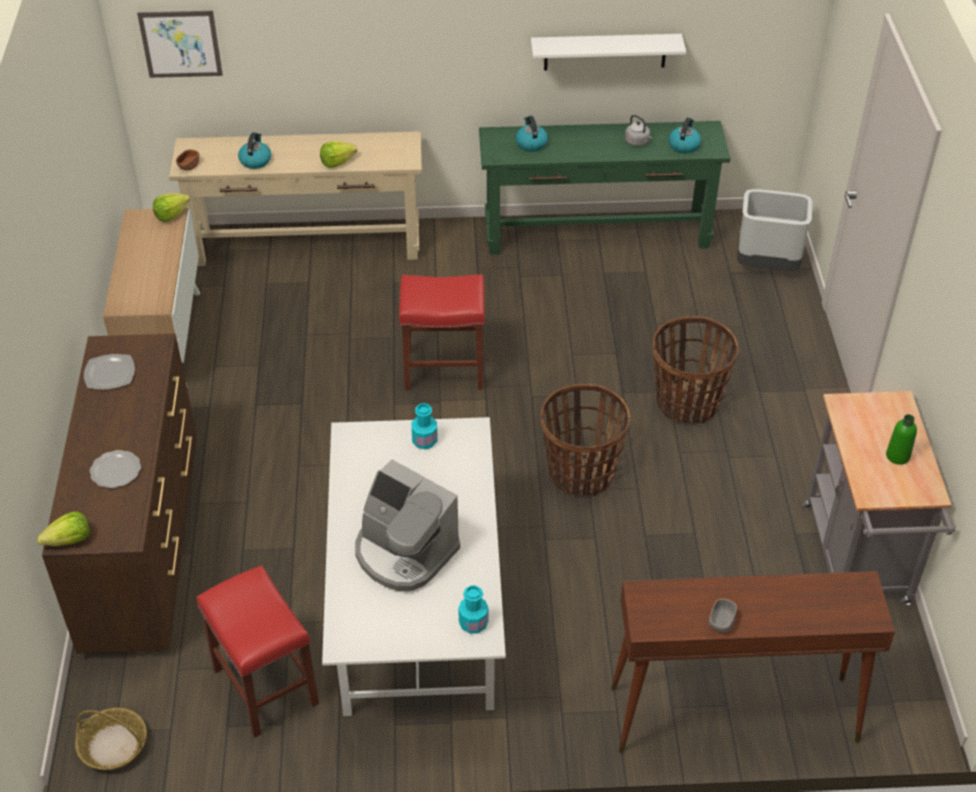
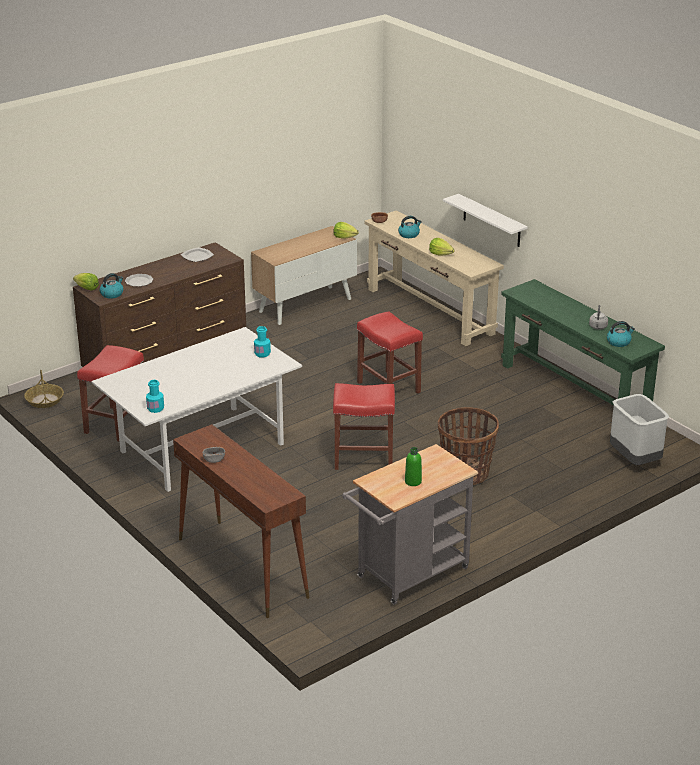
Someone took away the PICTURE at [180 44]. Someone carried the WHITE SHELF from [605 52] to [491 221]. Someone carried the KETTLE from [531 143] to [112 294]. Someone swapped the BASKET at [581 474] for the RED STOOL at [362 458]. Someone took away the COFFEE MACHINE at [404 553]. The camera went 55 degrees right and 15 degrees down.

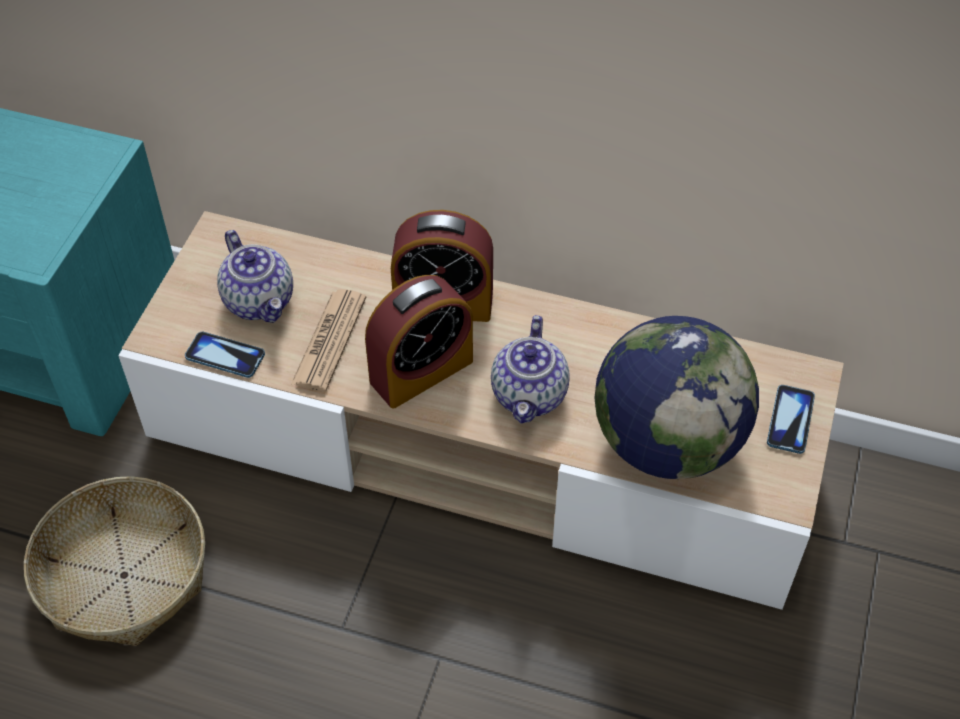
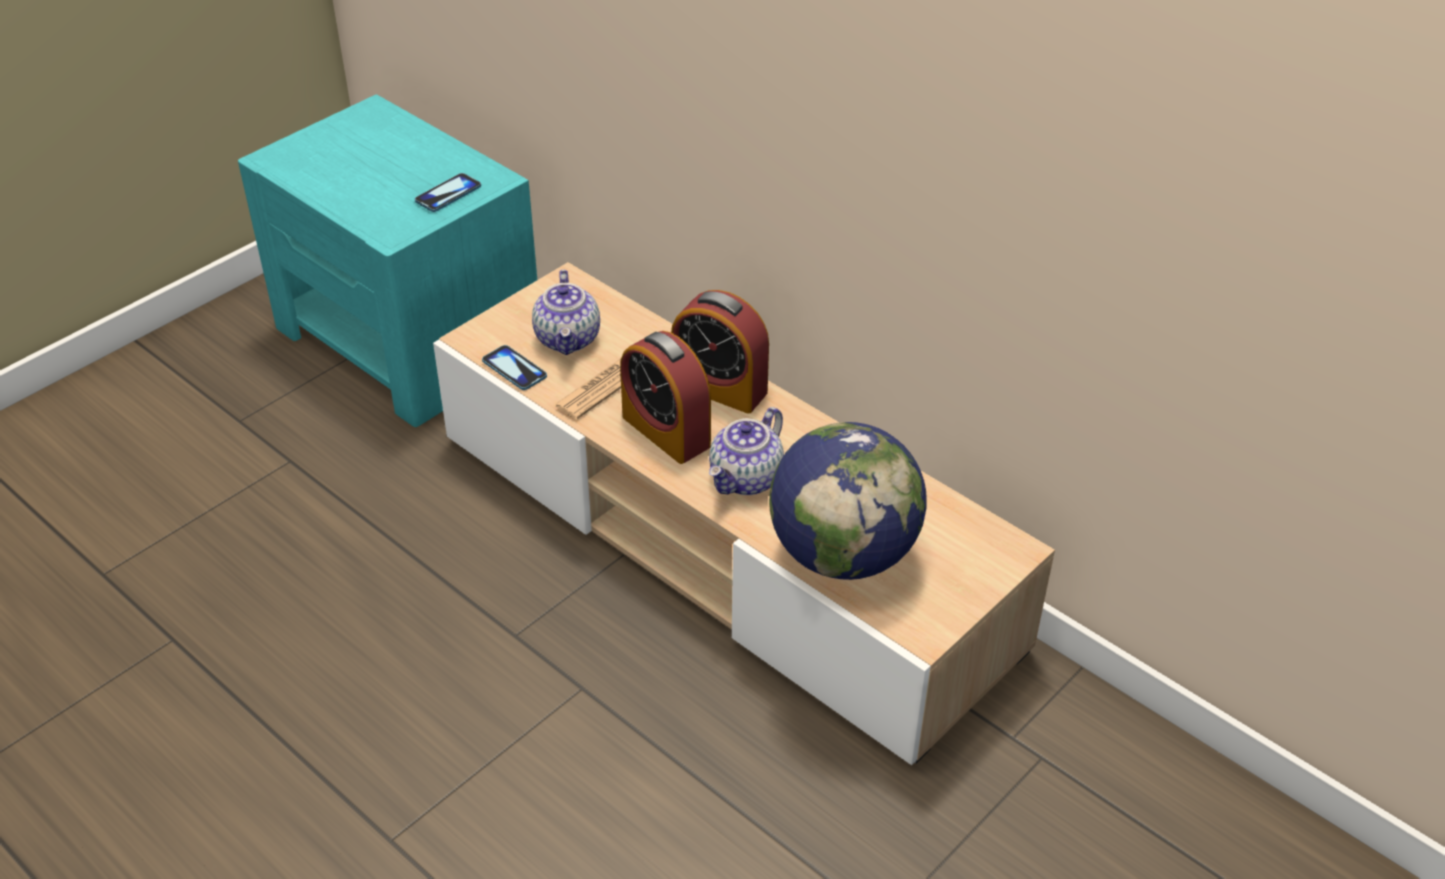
Someone rotated the ALARM CLOCK at [421 371] by 60 degrees clockwise. Someone carried the PHONE from [790 420] to [448 194]. Someone took away the BASKET at [124 574]. The camera went 25 degrees right and 10 degrees down.

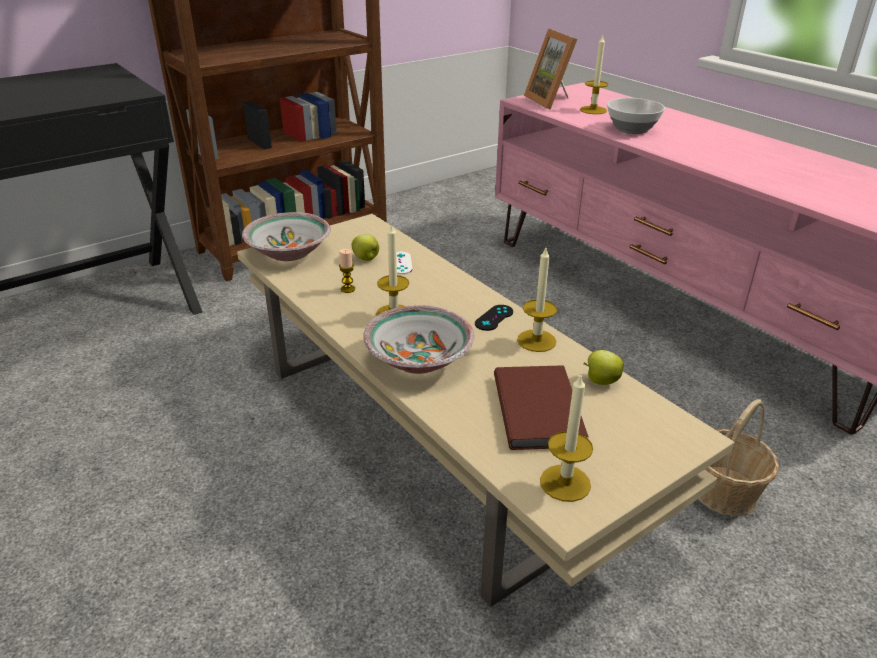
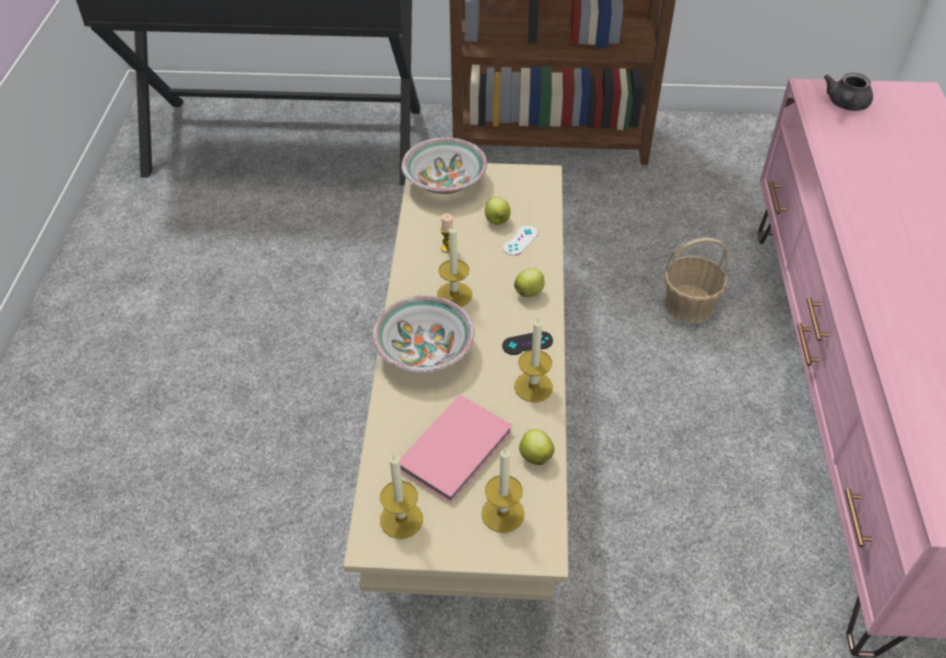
Someone swapped the PICTURE FRAME at [552 101] for the GREY TEAPOT at [845 105]. Someone carried the CANDLE from [593 110] to [503 513]. Someone took away the BOWL at [633 129]. Someone repainted the BROWN BOOK at [540 409], which became the PINK BOOK at [458 450]. Someone carried the BASKET from [725 492] to [689 305]. Someone put down the APPLE at [529 292]. The camera went 40 degrees right and 15 degrees up.

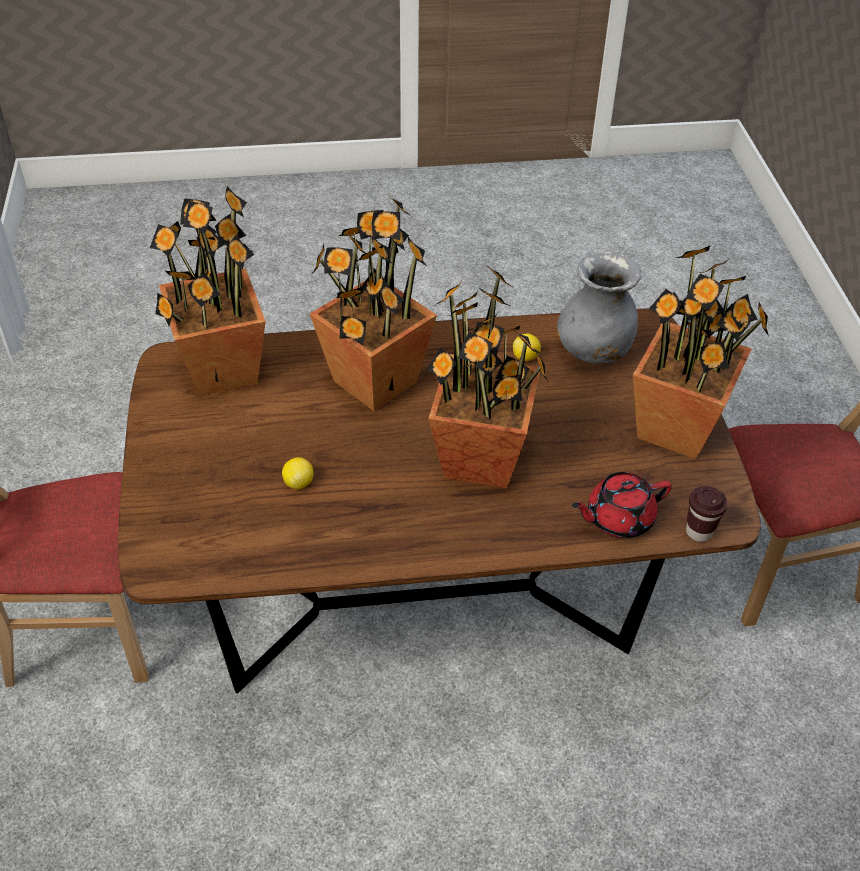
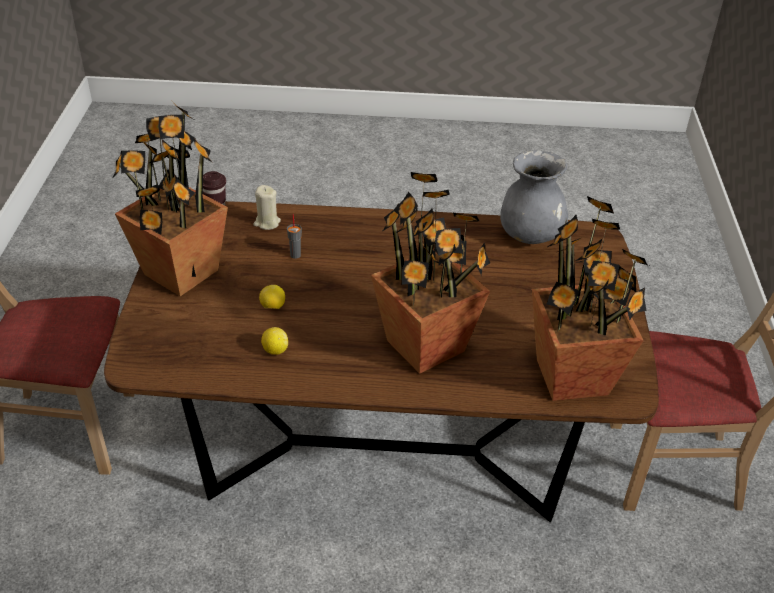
Someone carried the GREY VASE from [594 351] to [530 235]. Someone took away the POTTED PLANT at [481 461]. Someone carried the LEMON from [298 483] to [273 307]. Someone swapped the RED TEAPOT at [618 518] for the BEIGE CANDLE at [267 223]. Someone put down the GREY CUP at [295 255]. The camera went 170 degrees left and 5 degrees down.

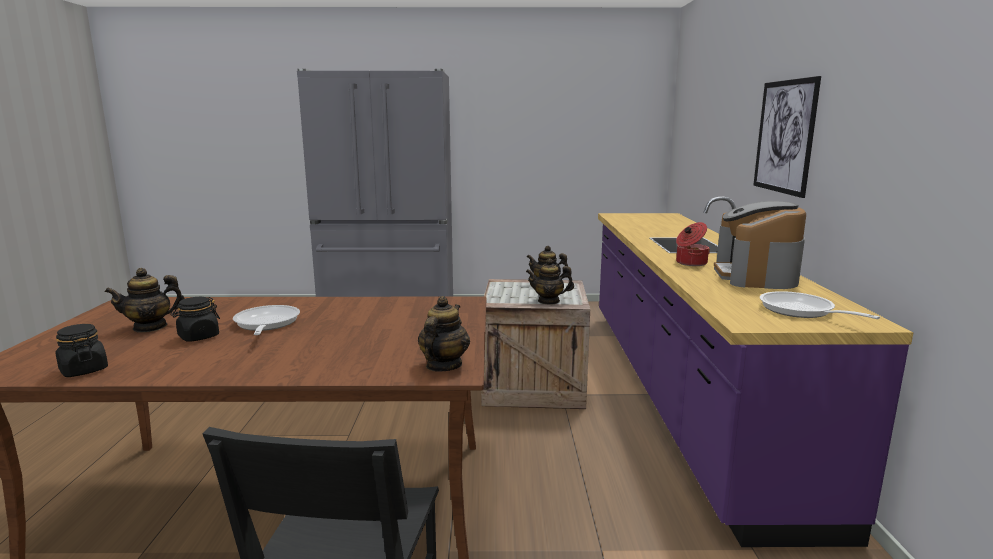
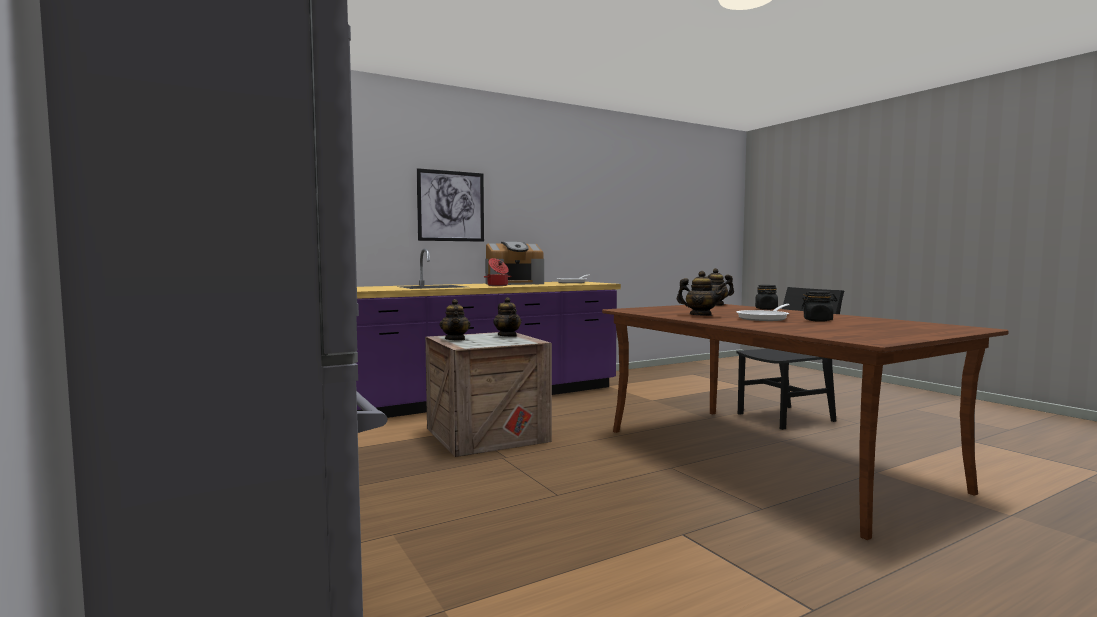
Someone carried the TEAPOT from [150 327] to [700 315]. Someone carried the BLACK JAR from [83 370] to [766 309]. The camera went 120 degrees left and 10 degrees down.

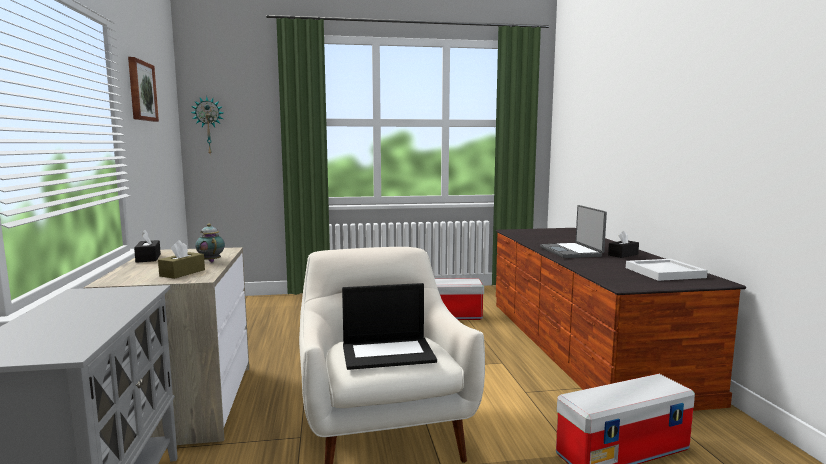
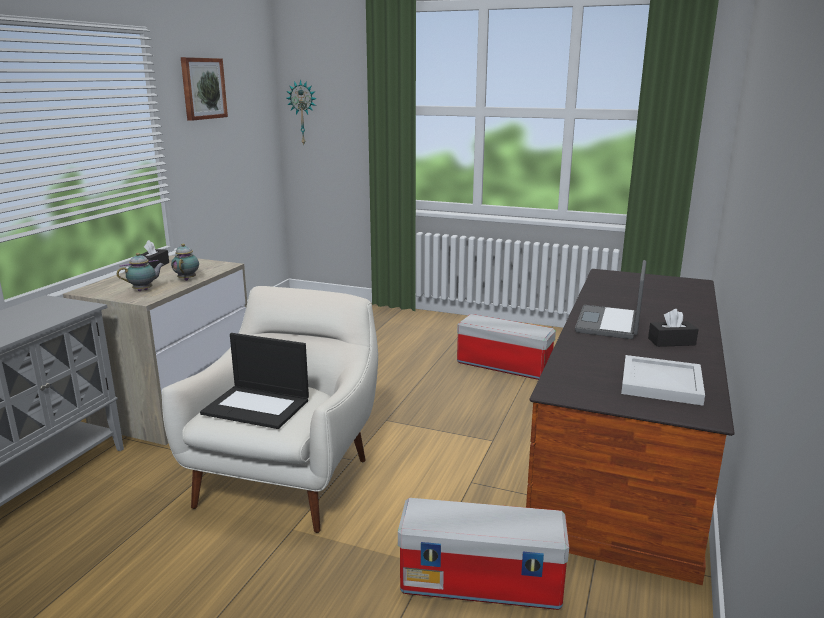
Someone swapped the BROWN TISSUE BOX at [182 273] for the TEAPOT at [144 290]. The camera went 30 degrees right and 10 degrees up.

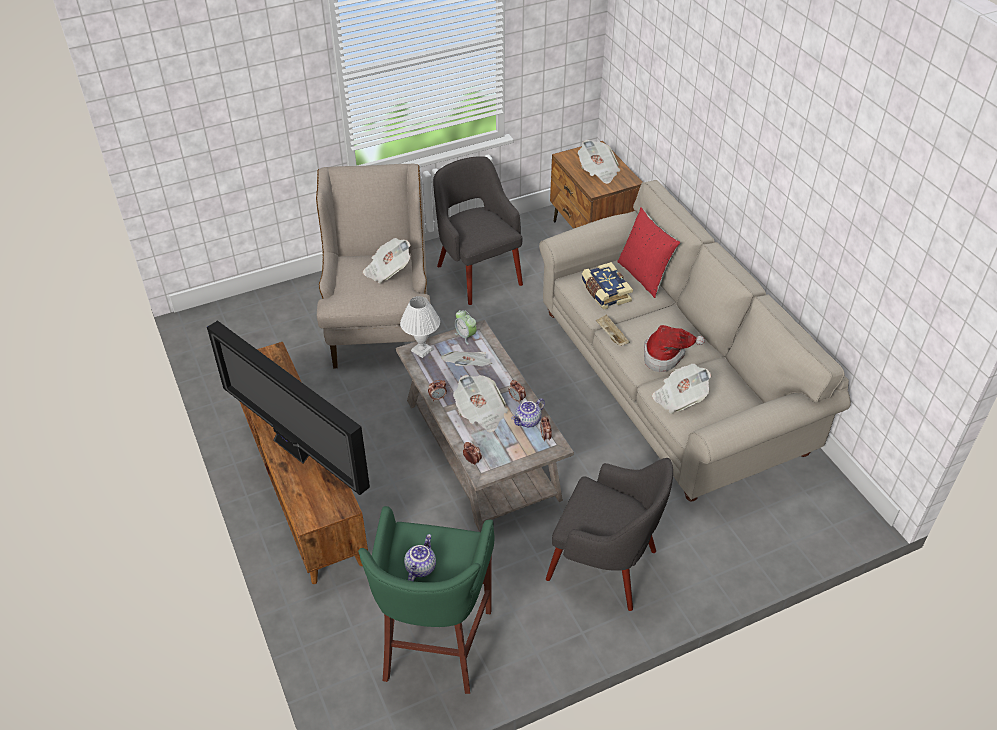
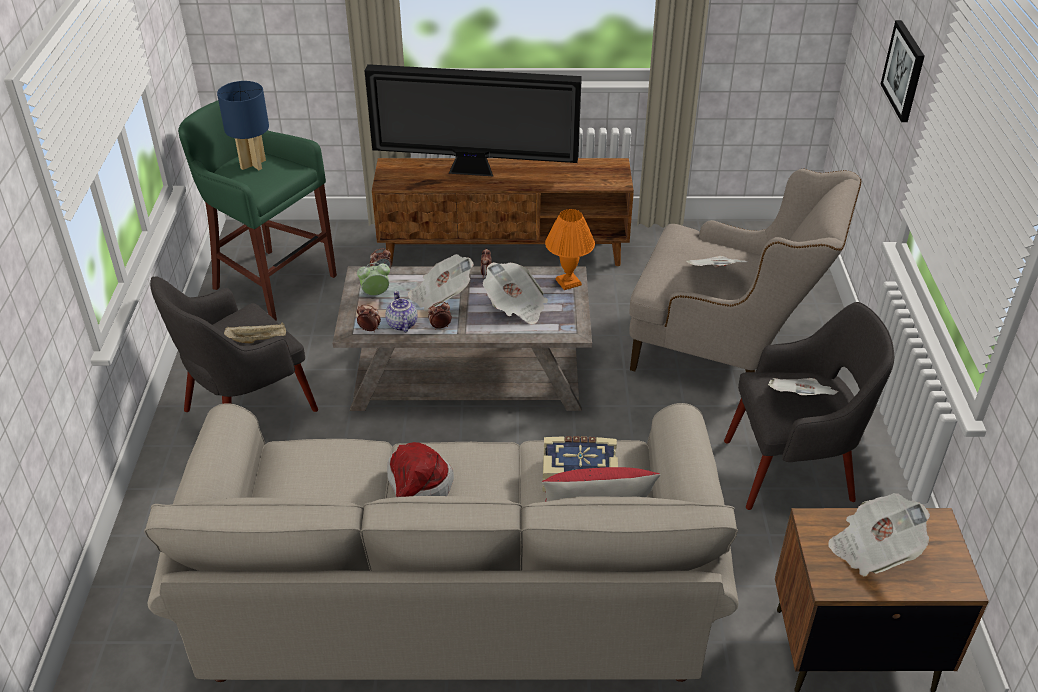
Someone repainted the WHITE TABLE LAMP at [422 350], which became the ORANGE TABLE LAMP at [567 282]. Someone carried the ALARM CLOCK from [465 336] to [375 294]. Someone carried the BEIGE TRAY from [611 336] to [257 340]. Someone rotated the TELEVISION at [295 450] by 150 degrees counterclockwise. Someone carried the NEWSPAPER from [679 398] to [799 400]. Someone swapped the TEAPOT at [420 567] for the BLUE TABLE LAMP at [253 164]. Someone put up the PICTURE at [904 70]. The camera went 115 degrees right and 5 degrees down.

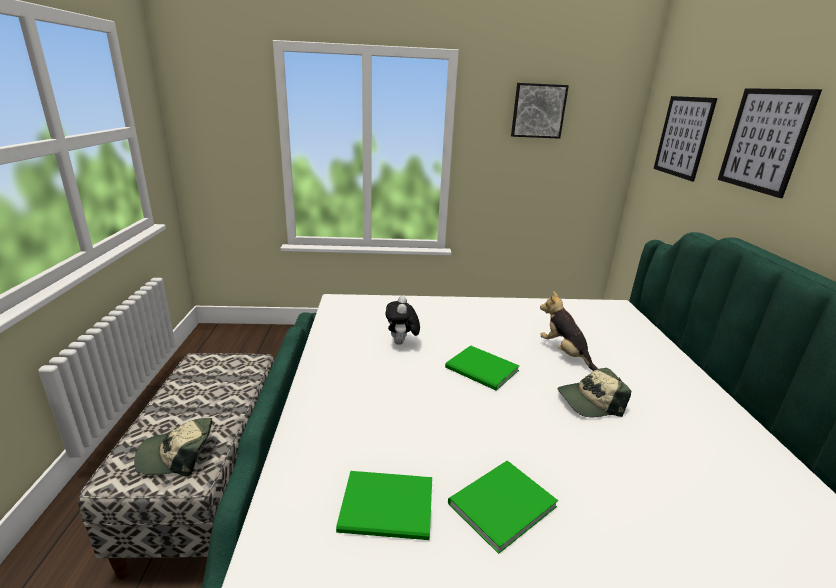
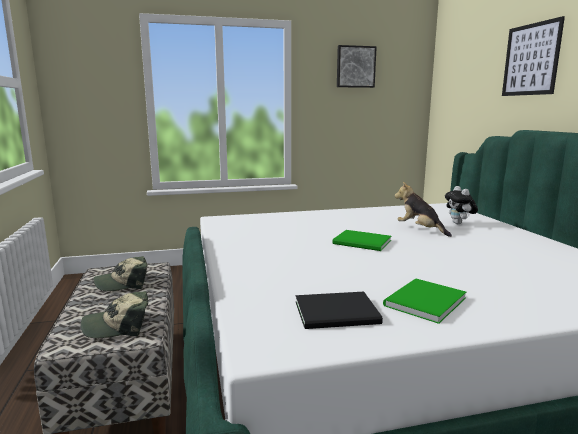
Someone took away the PICTURE at [683 137]. Someone carried the PLUSH TOY from [401 343] to [459 224]. Someone carried the CAP from [590 402] to [123 283]. Someone repainted the GREEN BOOK at [389 509], which became the BLACK BOOK at [339 313]. The camera went 10 degrees left and 10 degrees down.

